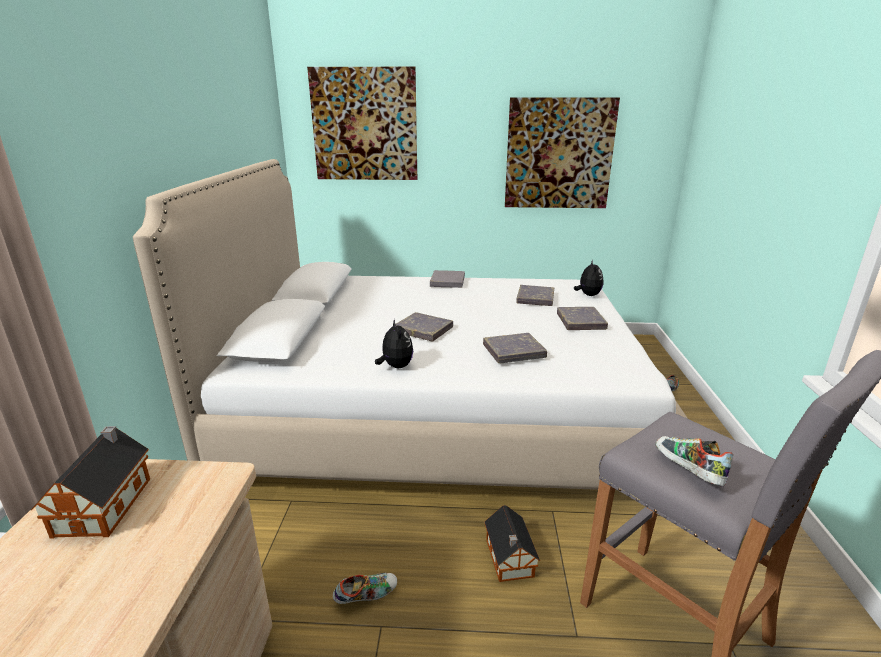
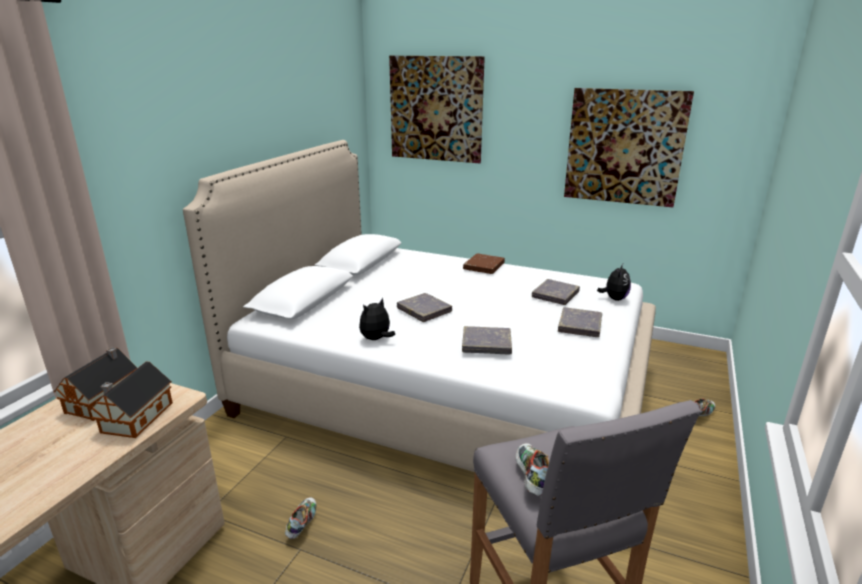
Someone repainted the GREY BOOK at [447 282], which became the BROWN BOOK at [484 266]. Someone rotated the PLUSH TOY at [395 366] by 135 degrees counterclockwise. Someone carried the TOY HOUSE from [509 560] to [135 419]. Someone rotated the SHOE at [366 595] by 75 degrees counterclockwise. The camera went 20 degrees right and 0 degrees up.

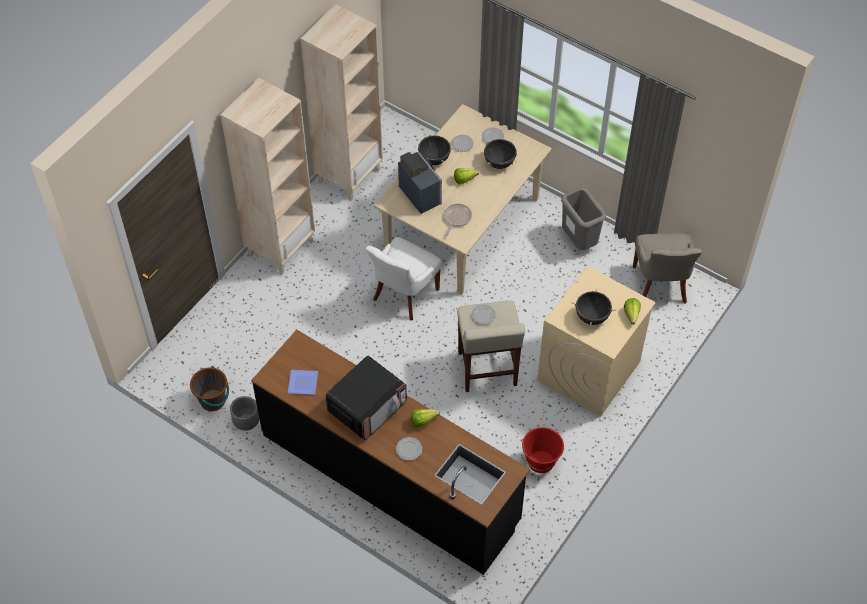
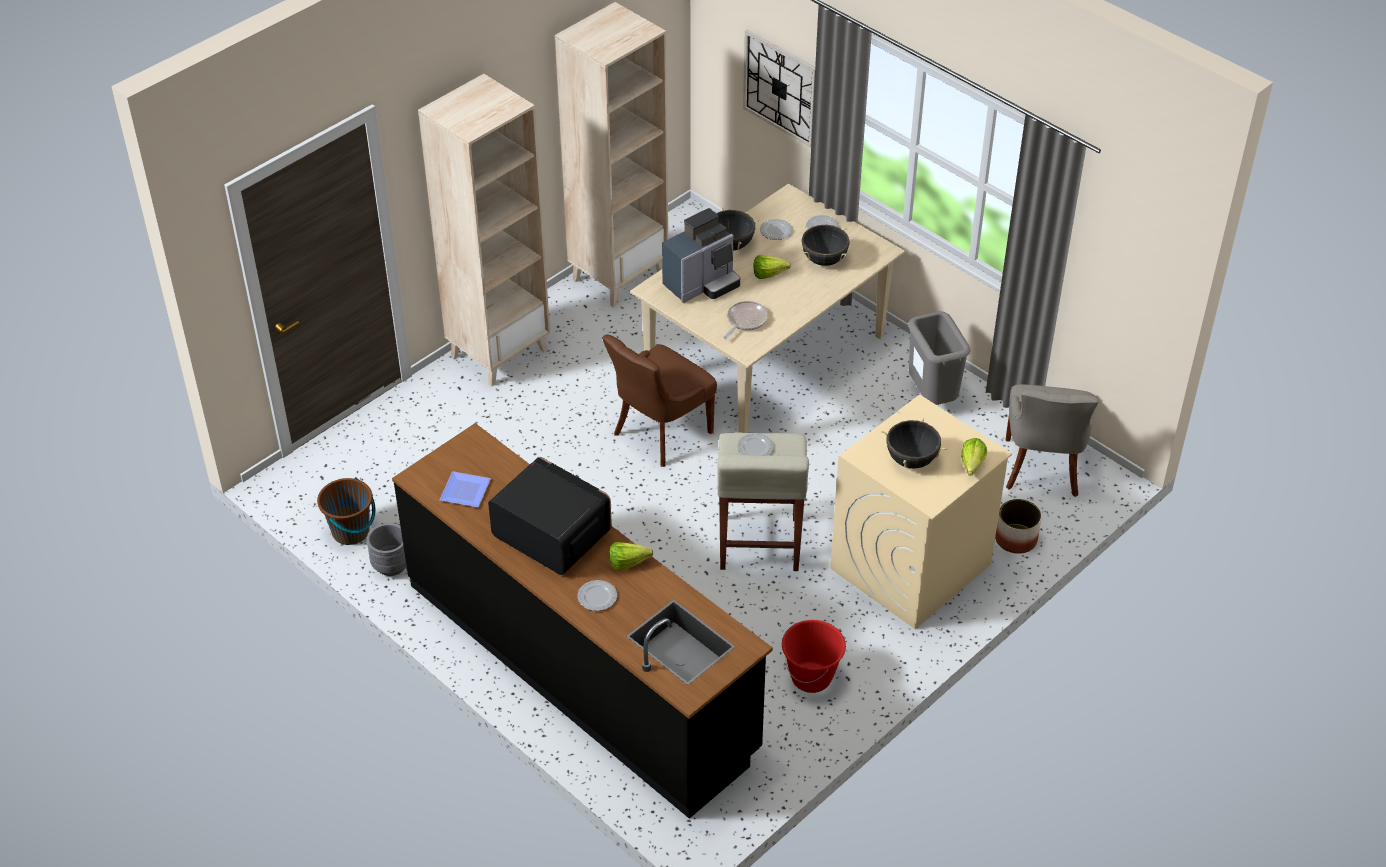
Someone rotated the COFFEE MACHINE at [421 193] by 75 degrees clockwise. Someone repainted the WHITE CHAIR at [404 295], which became the BROWN CHAIR at [660 433]. Someone rotated the MICROWAVE at [367 407] by 105 degrees counterclockwise. Someone put up the WALL CLOCK at [780 88]. Someone put down the PLANTER at [1016 539]. The camera went 10 degrees right and 10 degrees down.

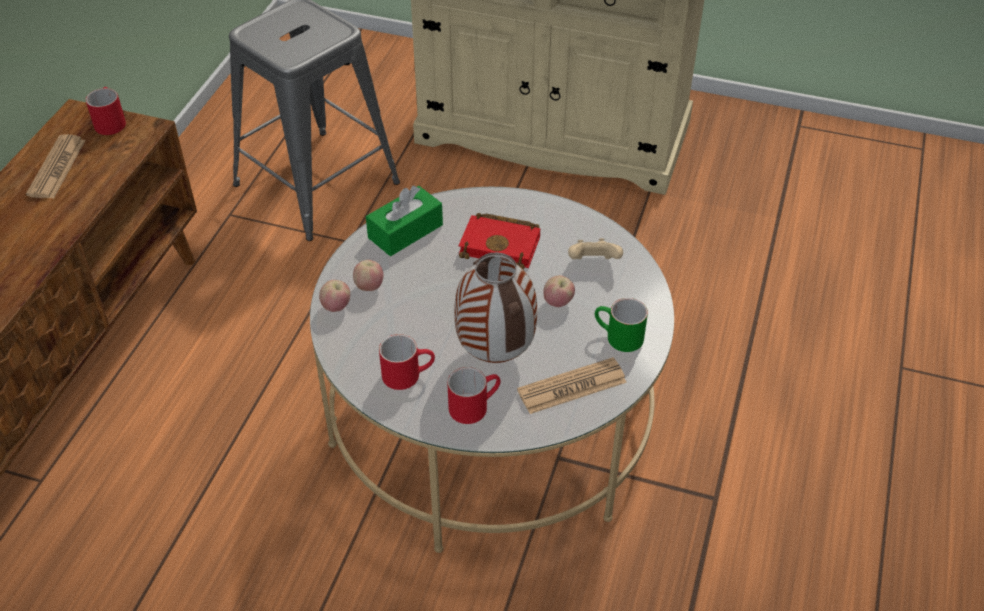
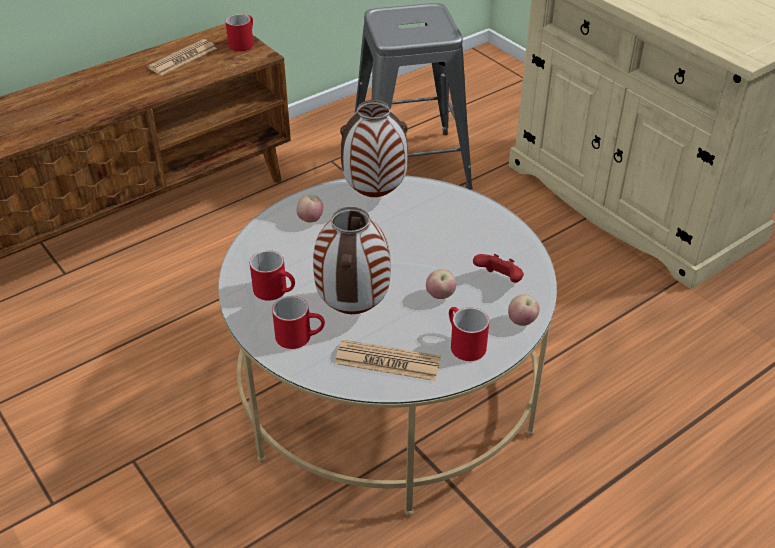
Someone swapped the GREEN TISSUE BOX at [405 231] for the VASE at [375 194]. Someone took away the RED BOOK at [502 245]. Someone repainted the BEIGE GAME CONTROLLER at [593 263], which became the RED GAME CONTROLLER at [499 280]. Someone carried the APPLE from [336 307] to [522 322]. Someone repainted the GREEN MUG at [617 337], which became the RED MUG at [462 344]. The camera went 35 degrees right and 5 degrees down.

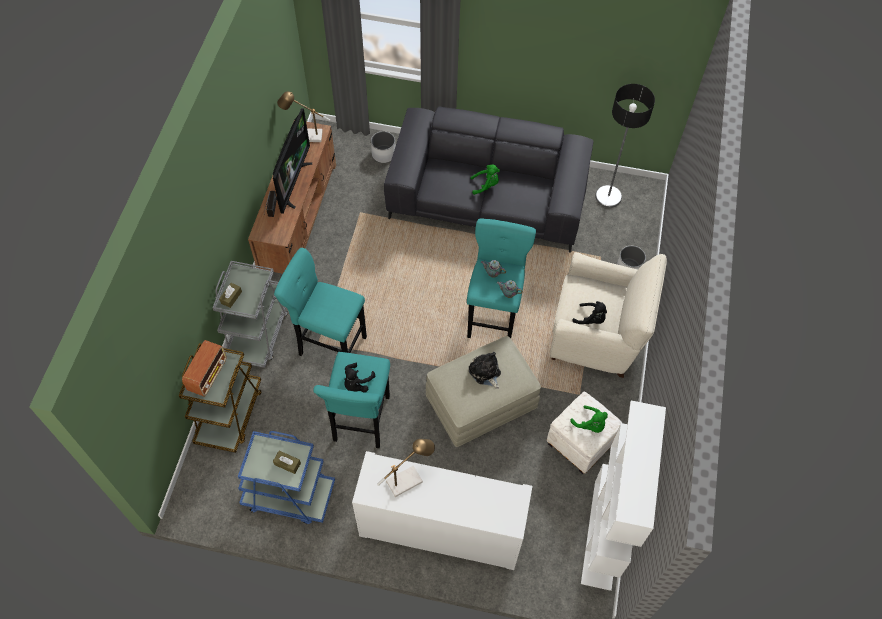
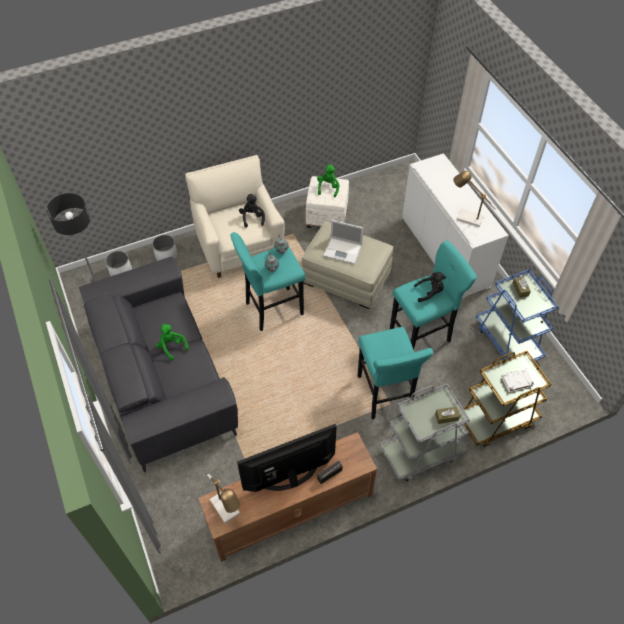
Someone carried the WHITE PLANTER from [384 154] to [121 271]. Someone swapped the RADIO at [208 375] for the WHITE BOOK at [516 381]. Someone swapped the PLUSH TOY at [485 372] for the LAPTOP at [343 250]. Someone took away the WHITE BOOKCASE at [603 535]. The camera went 125 degrees left and 5 degrees down.

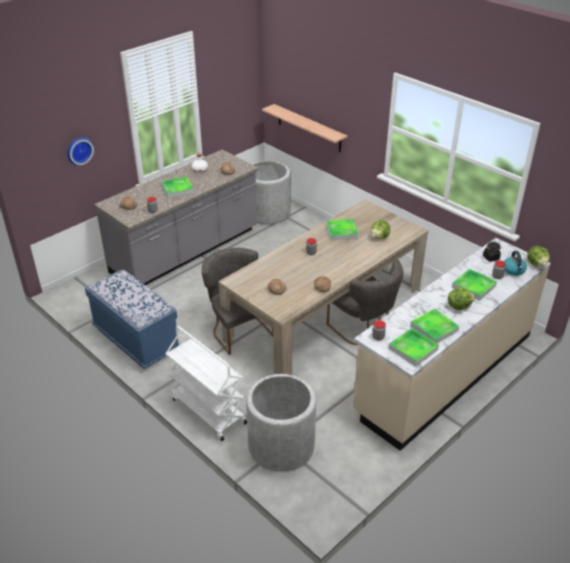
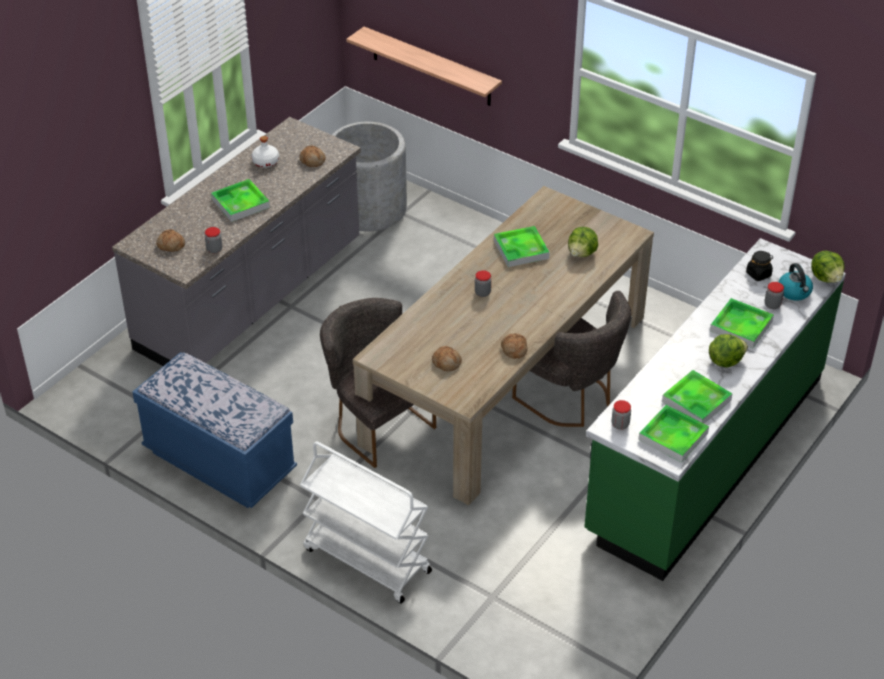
Someone took away the WALL CLOCK at [79 150]. Someone repainted the BEIGE COUNTER at [444 373], which became the GREEN COUNTER at [705 454]. Someone took away the GREY PLANTER at [281 445]. The camera went 10 degrees left and 5 degrees up.

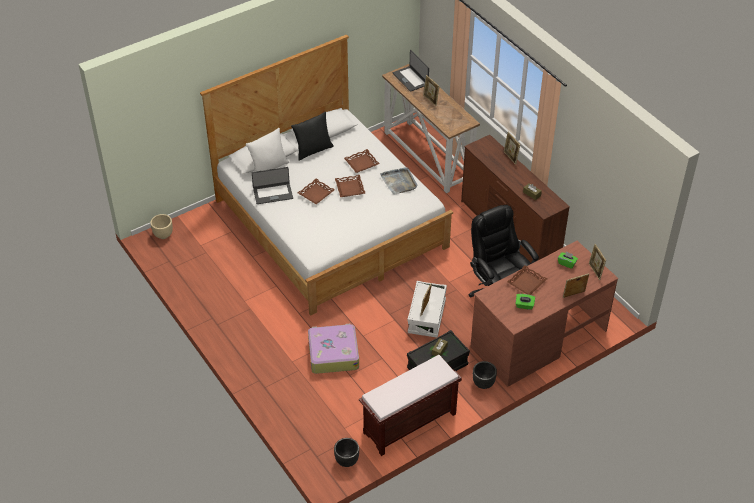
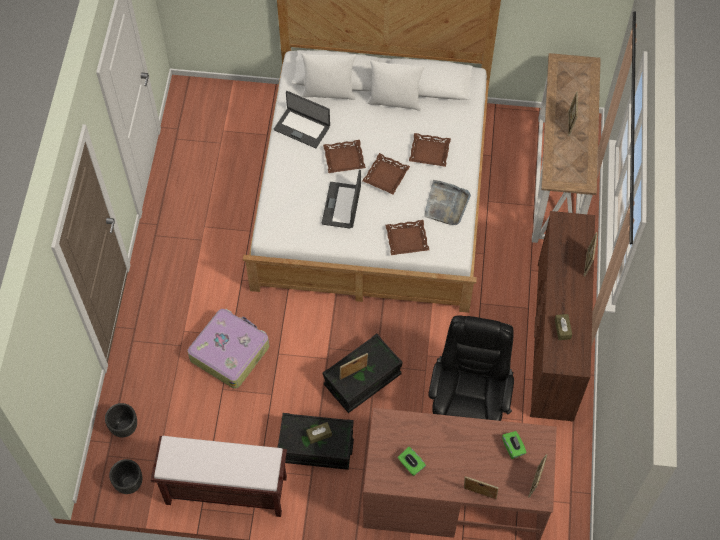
Someone carried the LAPTOP from [411 79] to [342 205]. Someone repainted the BLACK PILLOW at [313 150], which became the WHITE PILLOW at [395 101]. Someone took away the BEIGE PLANTER at [163 235]. Someone carried the BROWN TRAY from [526 282] to [407 239]. Someone repainted the WHITE STORAGE BOX at [426 317], which became the BLACK STORAGE BOX at [362 380]. Someone carried the BLACK PLANTER from [483 384] to [124 427]. The camera went 40 degrees right and 15 degrees up.

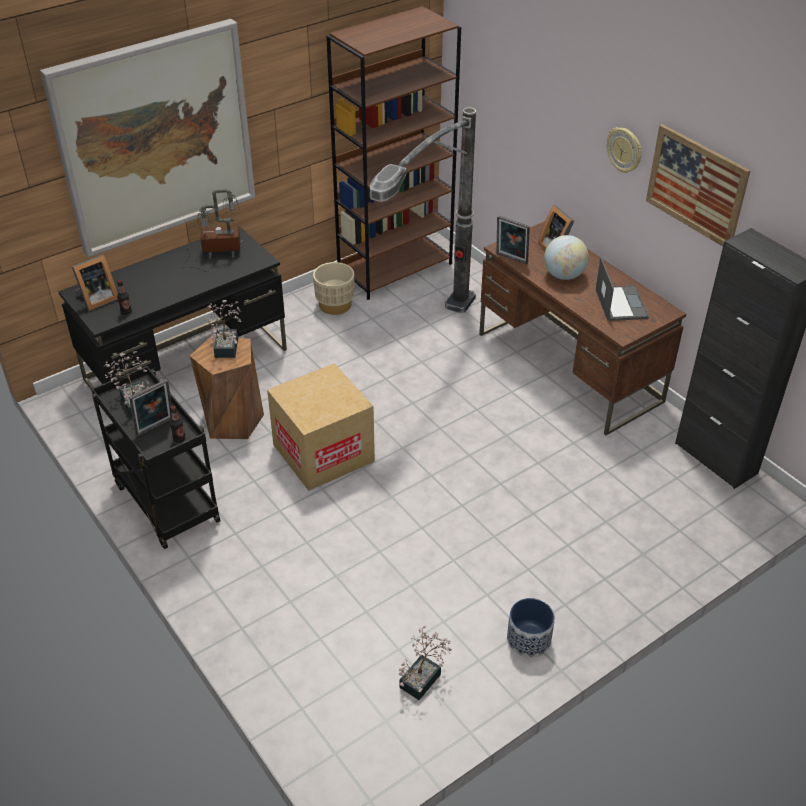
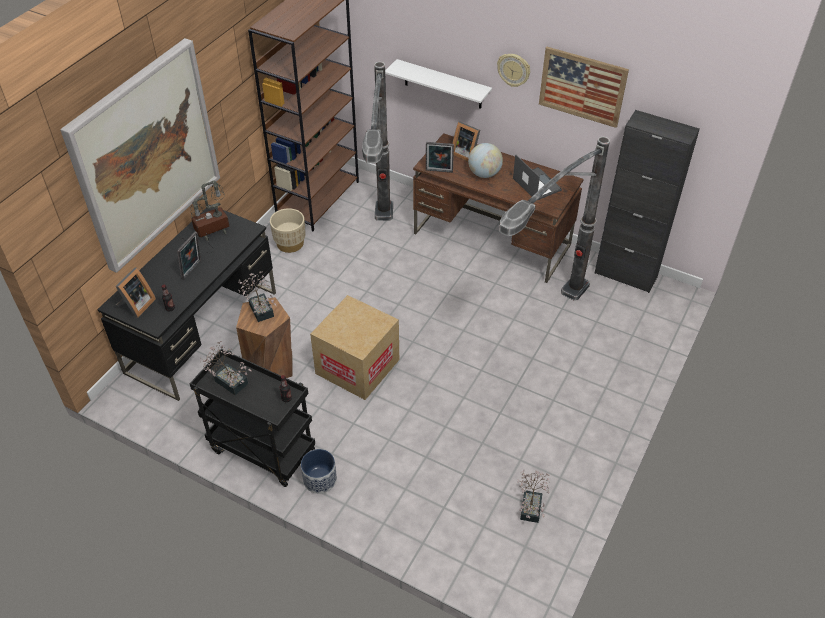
Someone carried the PICTURE FRAME from [156 428] to [193 270]. Someone carried the PLANTER from [528 640] to [319 480]. Someone put up the WHITE SHELF at [443 84]. Someone put down the FLOOR LAMP at [538 332]. The camera went 25 degrees left and 5 degrees up.

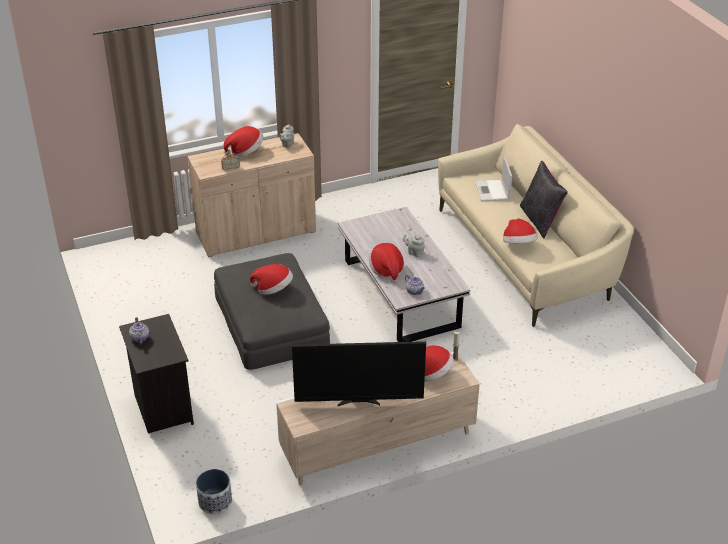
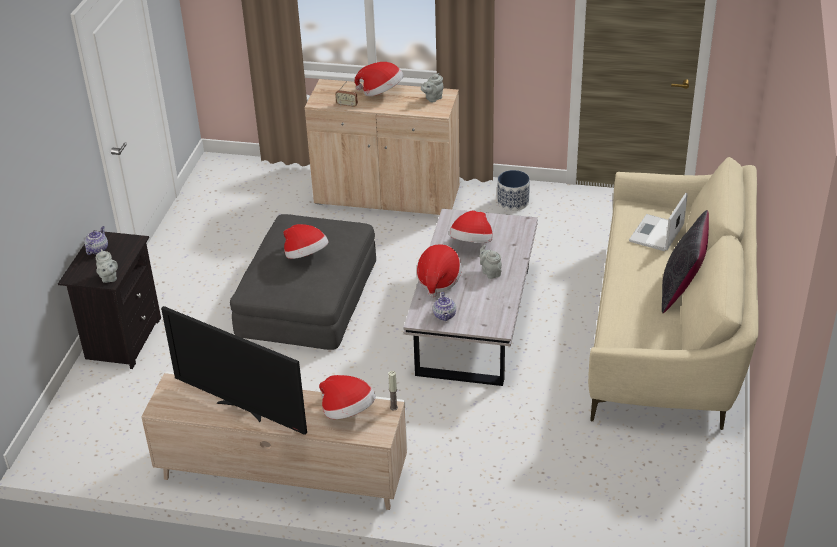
Someone carried the HAT from [518 244] to [471 244]. Someone carried the PLANTER from [215 502] to [513 202]. Someone put down the GREY TEAPOT at [108 278]. The camera went 35 degrees right and 0 degrees up.

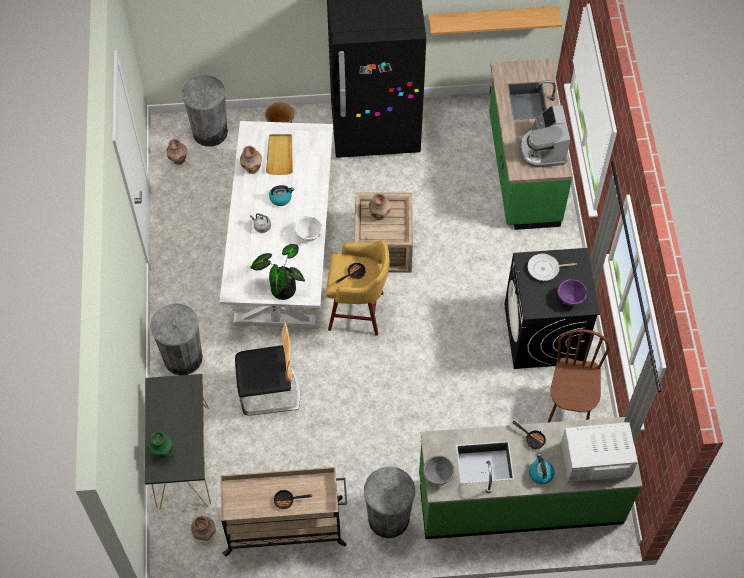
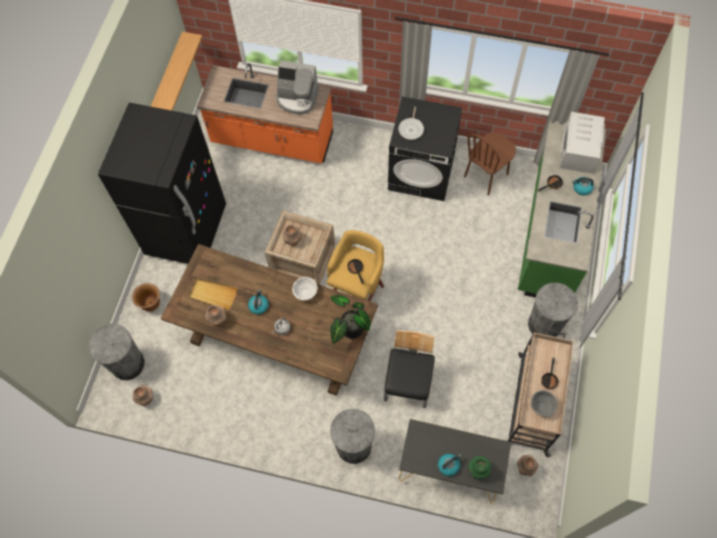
Someone repainted the GREEN COUNTER at [522 170], which became the ORANGE COUNTER at [272 140]. Someone repainted the WHITE DINING TABLE at [282 250], which became the BROWN DINING TABLE at [276 336]. Someone took away the PURPLE BOWL at [570 299]. Someone rotated the BROWN CHAIR at [569 407] by 75 degrees counterclockwise. Someone carried the GREY BOWL from [438 476] to [541 406]. Someone put down the KETTLE at [448 465]. The camera went 70 degrees left and 5 degrees up.

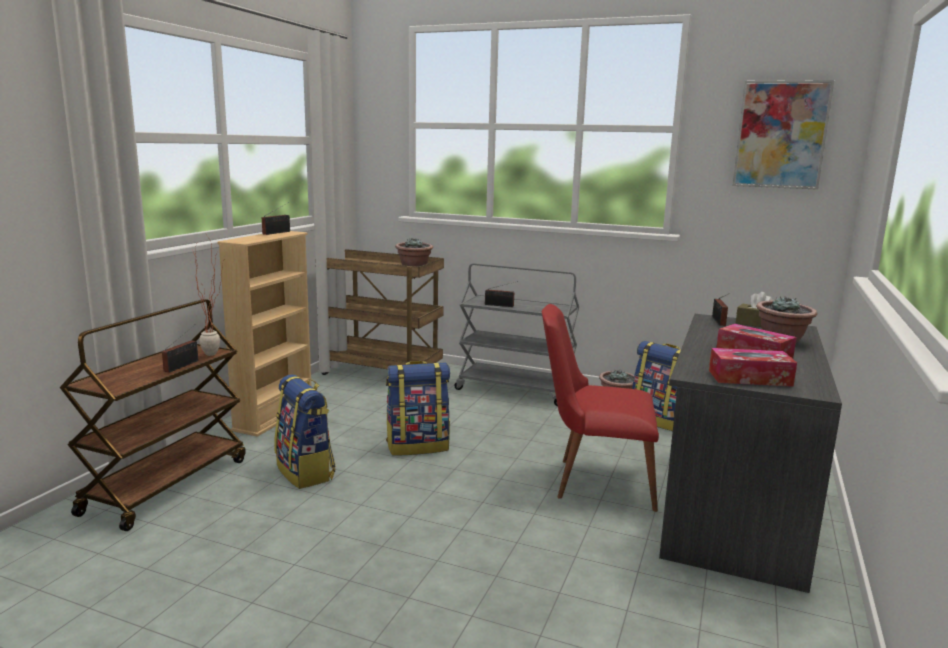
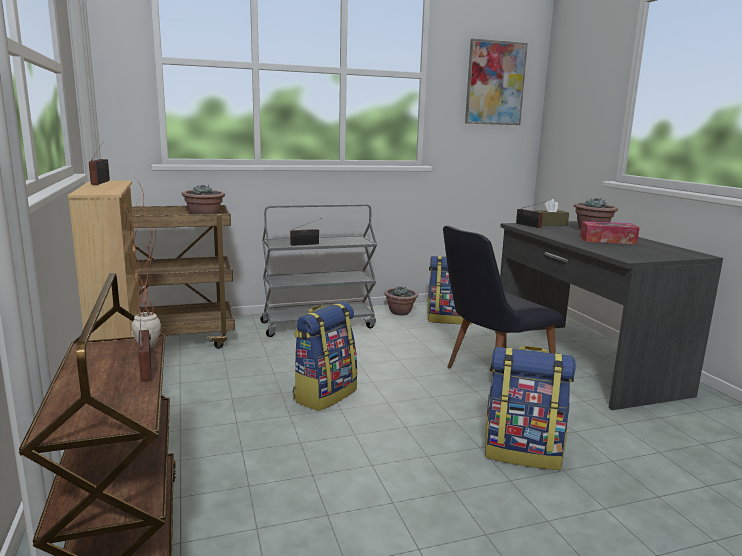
Someone repainted the RED CHAIR at [594 481], which became the BLACK CHAIR at [490 374]. Someone took away the TISSUE BOX at [749 378]. Someone carried the BACKPACK from [306 472] to [523 452]. The camera went 40 degrees left and 0 degrees up.

